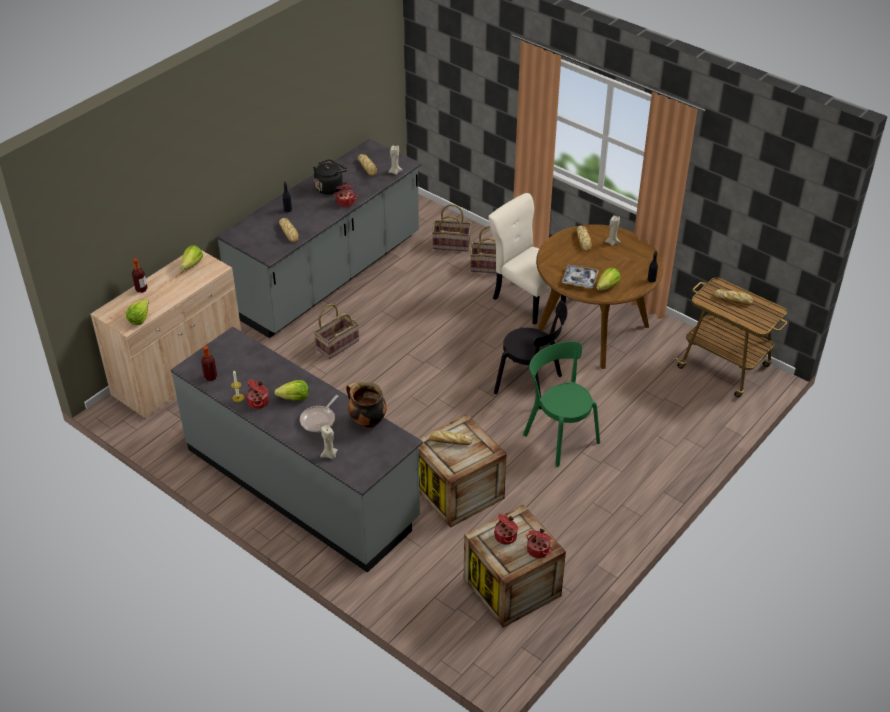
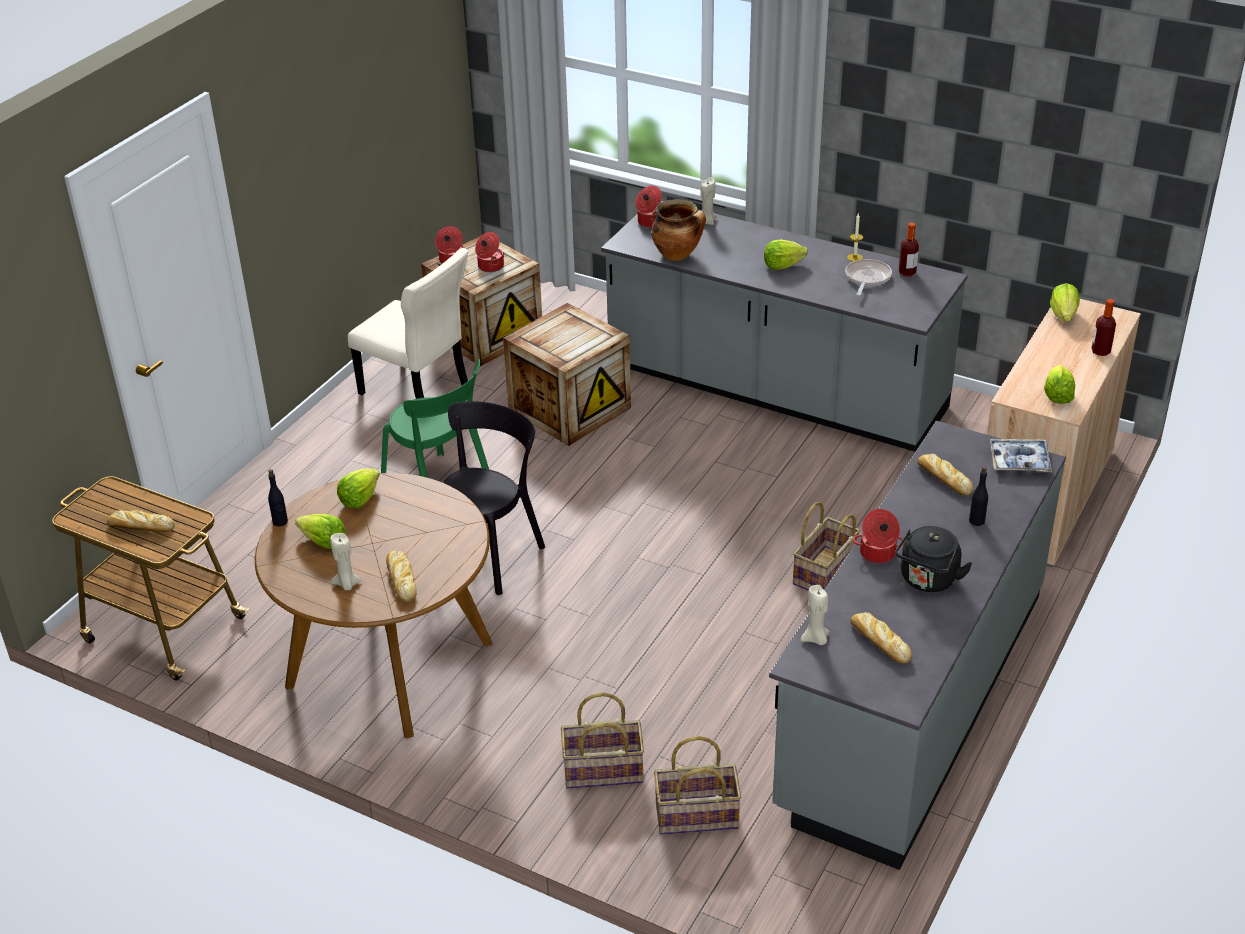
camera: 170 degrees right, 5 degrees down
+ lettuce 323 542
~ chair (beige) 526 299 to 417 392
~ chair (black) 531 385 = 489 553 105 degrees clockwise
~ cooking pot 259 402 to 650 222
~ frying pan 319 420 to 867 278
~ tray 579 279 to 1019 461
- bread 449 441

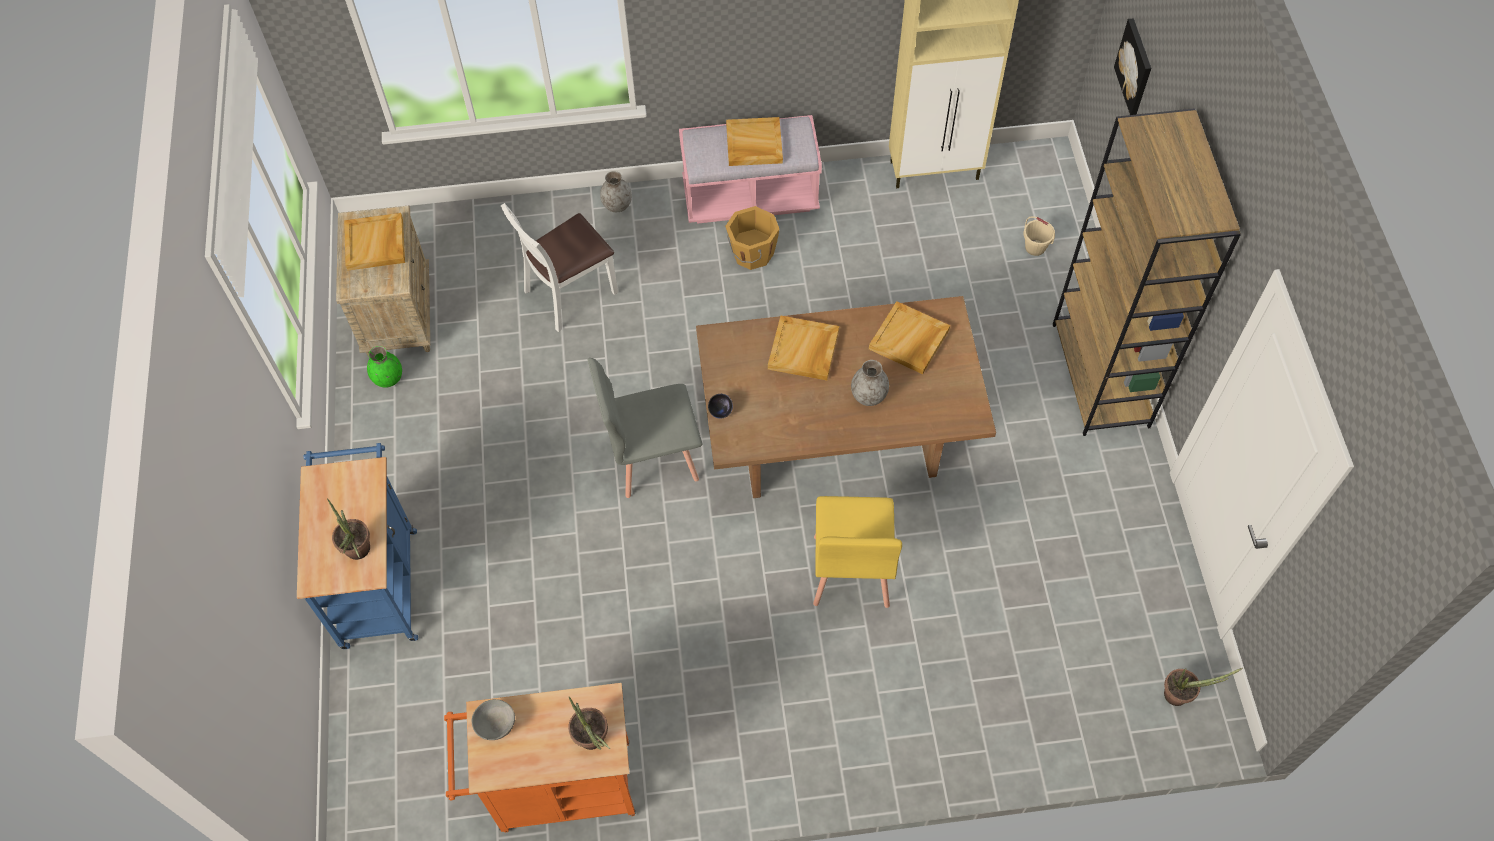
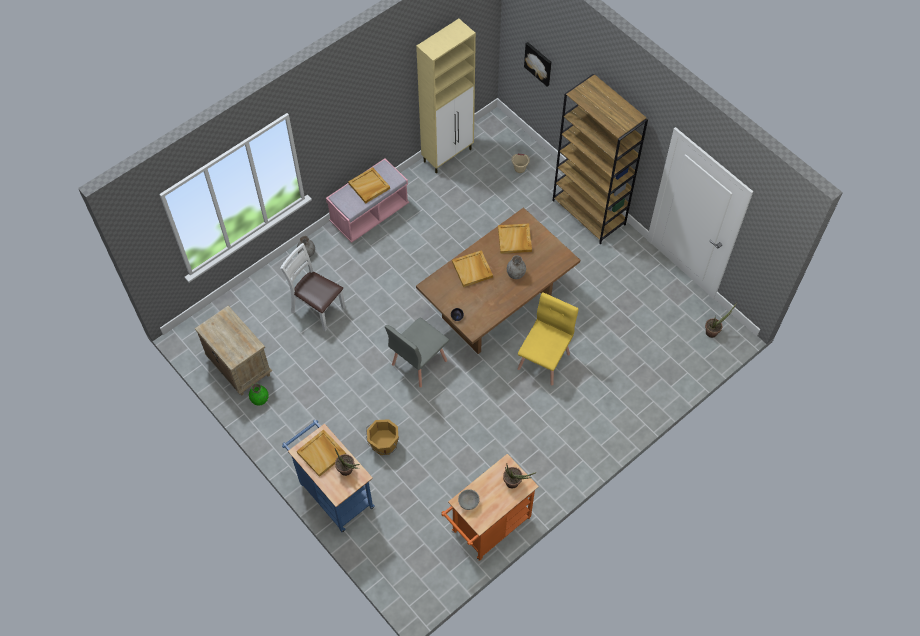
camera: 35 degrees left, 0 degrees up
~ chair (white) 570 293 = 318 308 105 degrees clockwise
~ tray (beige) 376 244 to 322 453
~ bucket (orange) 752 253 to 383 444
~ chair (yellow) 850 571 = 544 361 120 degrees counterclockwise

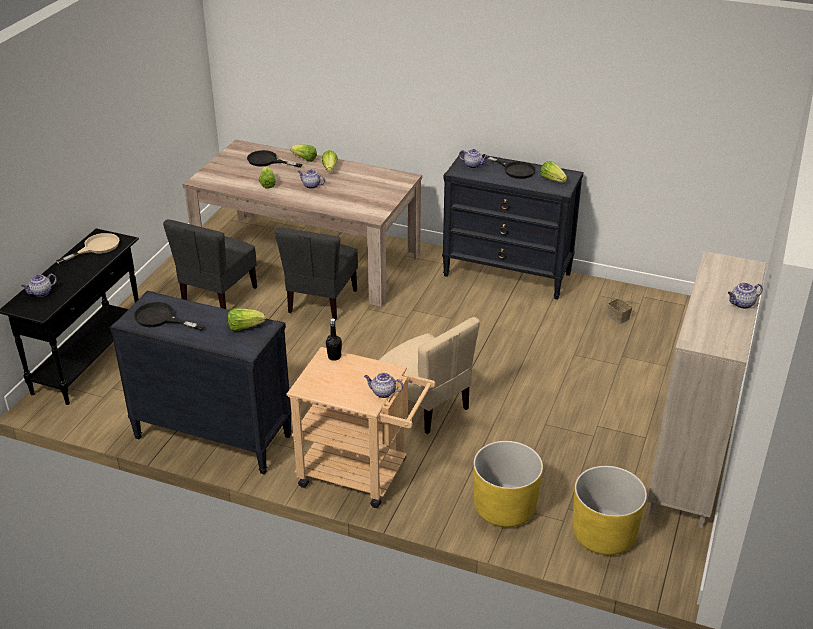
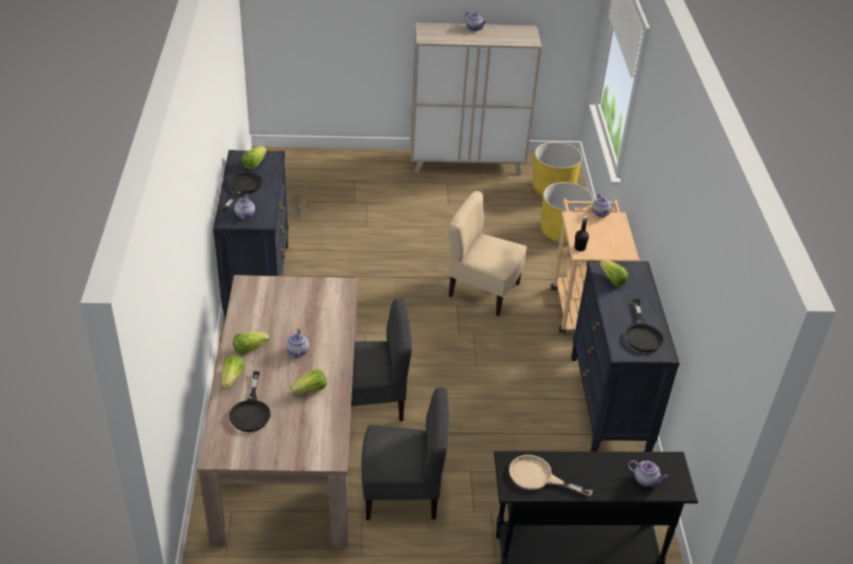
camera: 115 degrees left, 5 degrees up
~ chair (beige) 426 406 = 483 291 90 degrees counterclockwise

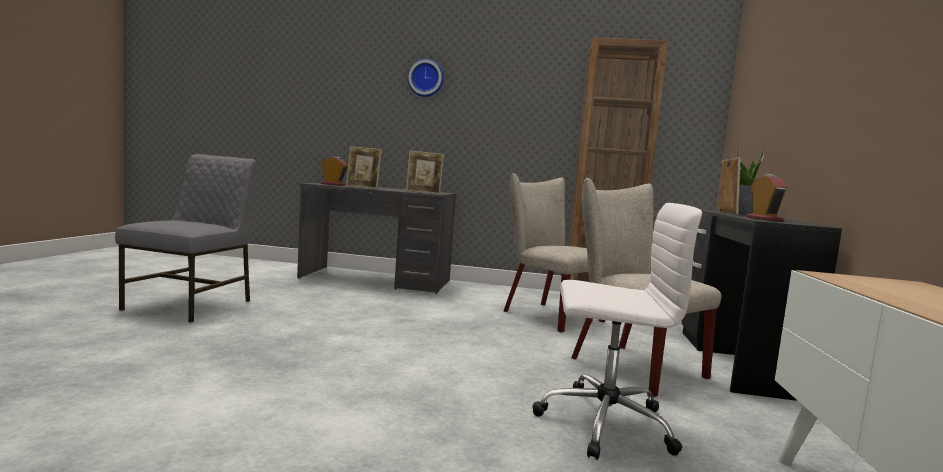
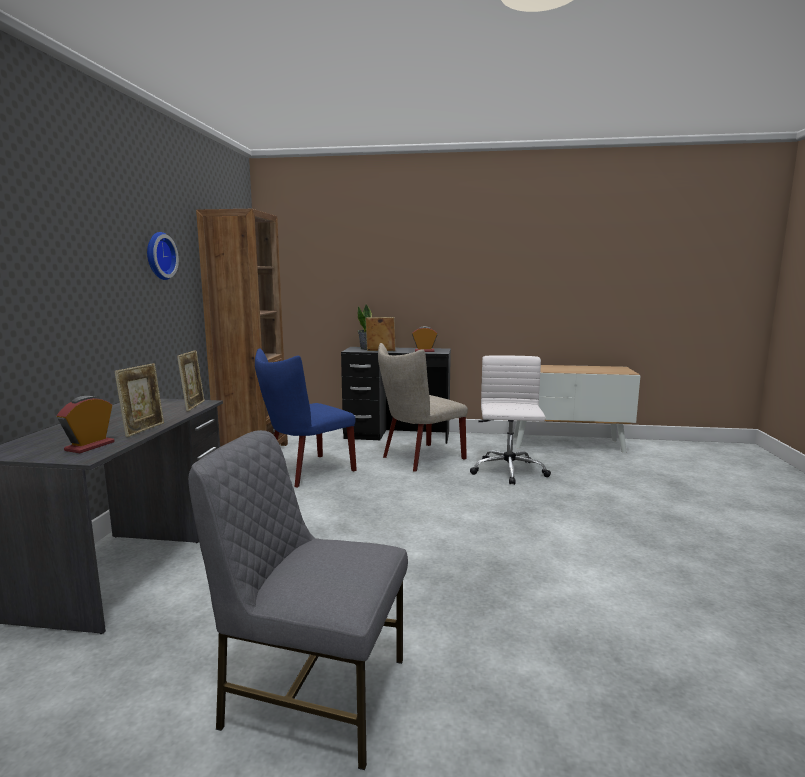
camera: 90 degrees left, 5 degrees up
~ wall clock 426 78 to 158 256
~ chair (beige) 546 315 to chair (blue) 305 472

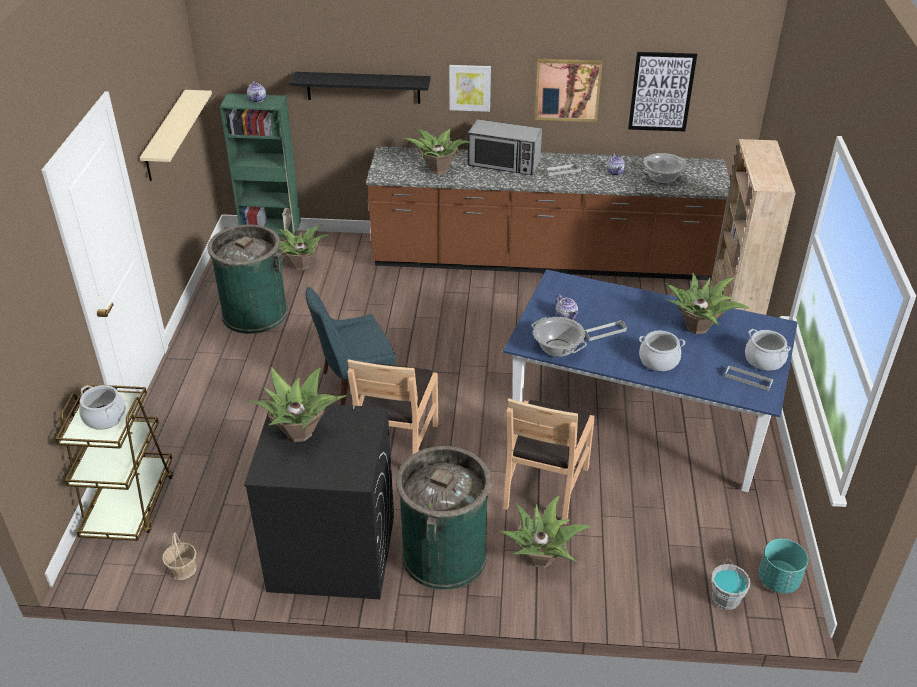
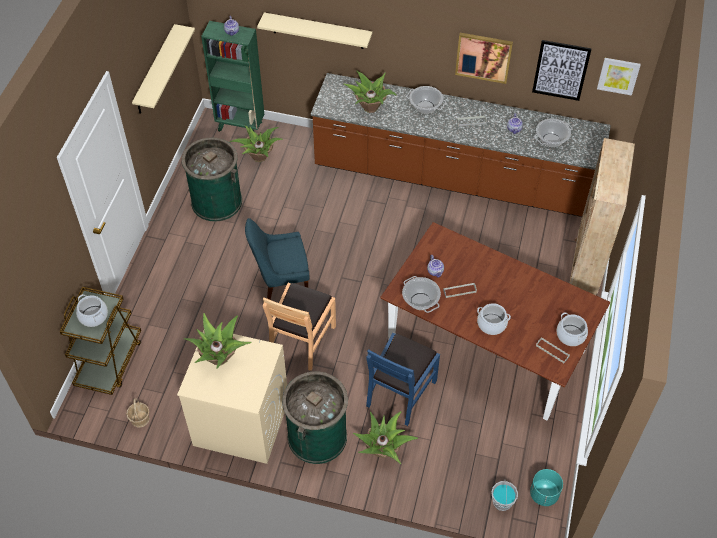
camera: 10 degrees right, 15 degrees up
~ washing machine (black) 331 552 to washing machine (beige) 240 422
~ shelf (black) 363 87 to shelf (beige) 318 31
~ chair (brown) 544 486 to chair (blue) 400 392
~ dining table (blue) 640 420 to dining table (brown) 487 345
~ microwave 504 164 to cooking pot 425 107
~ picture 470 87 to 618 75
- potted plant 698 327

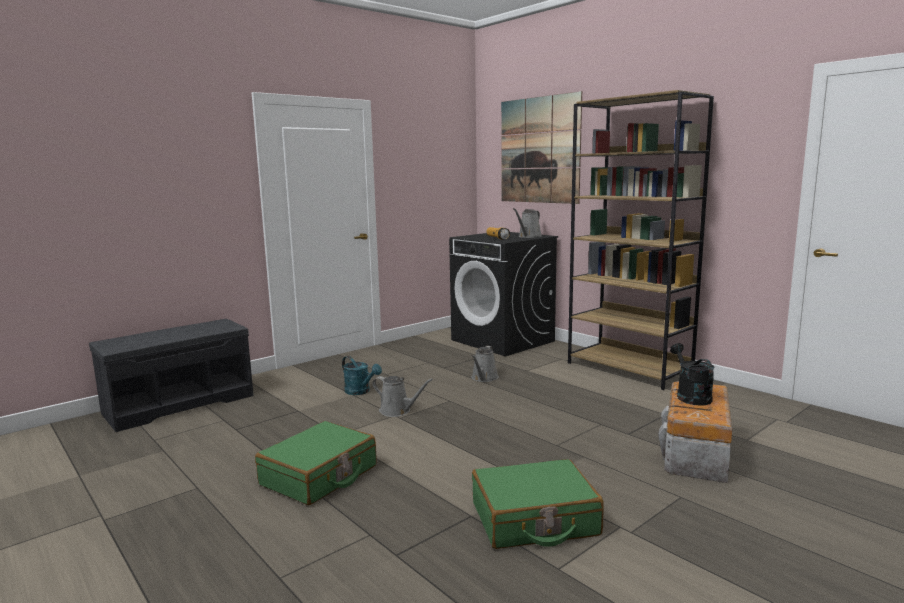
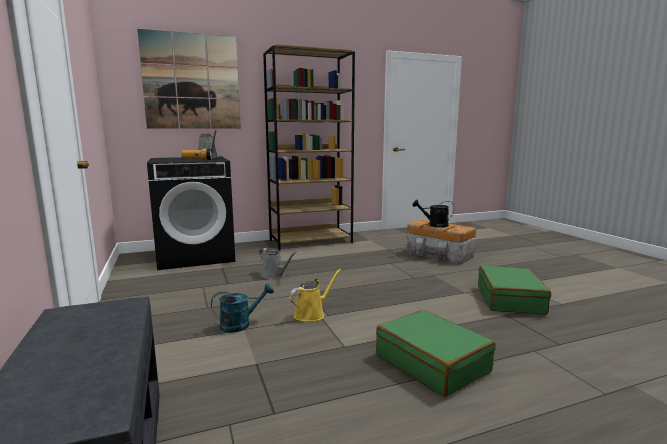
camera: 70 degrees left, 0 degrees up
~ watering can (grey) 397 411 to watering can (yellow) 311 314

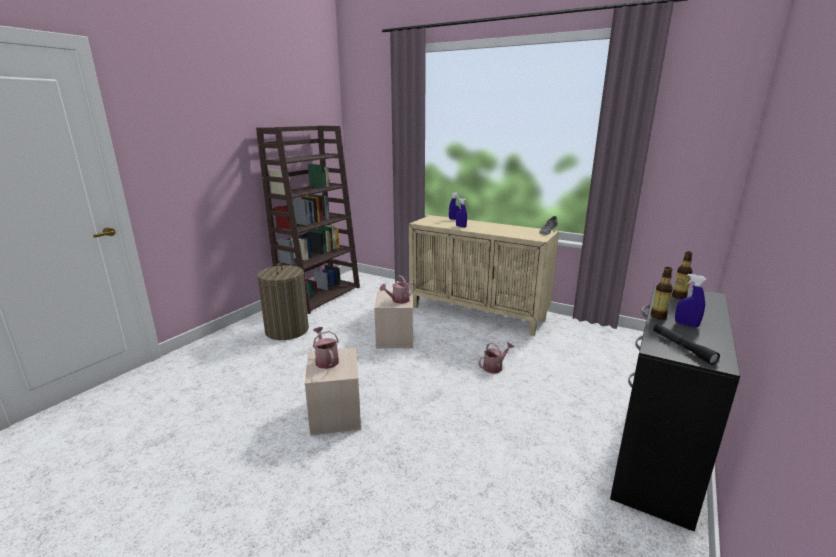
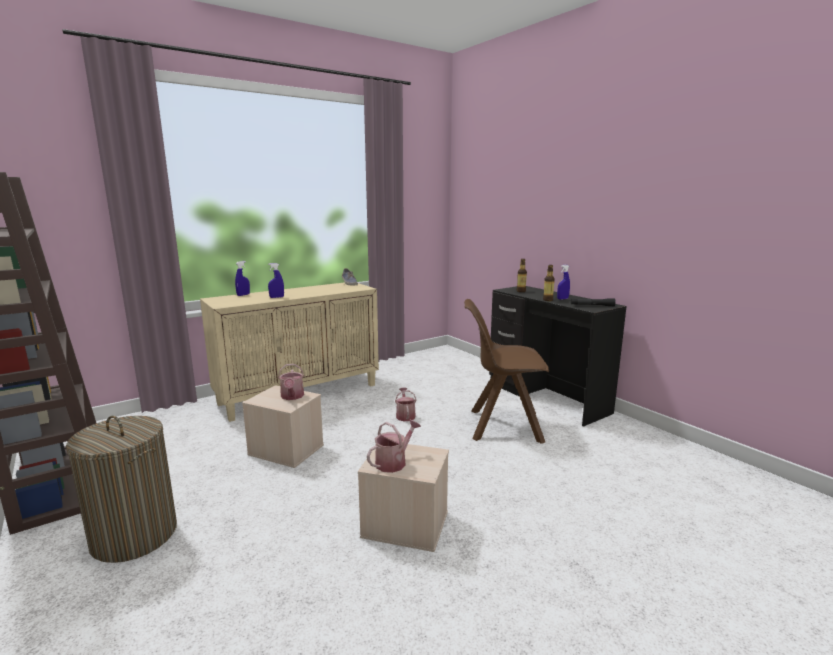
camera: 65 degrees left, 5 degrees down
~ watering can 326 360 = 394 462 135 degrees clockwise
+ chair (brown) 502 426

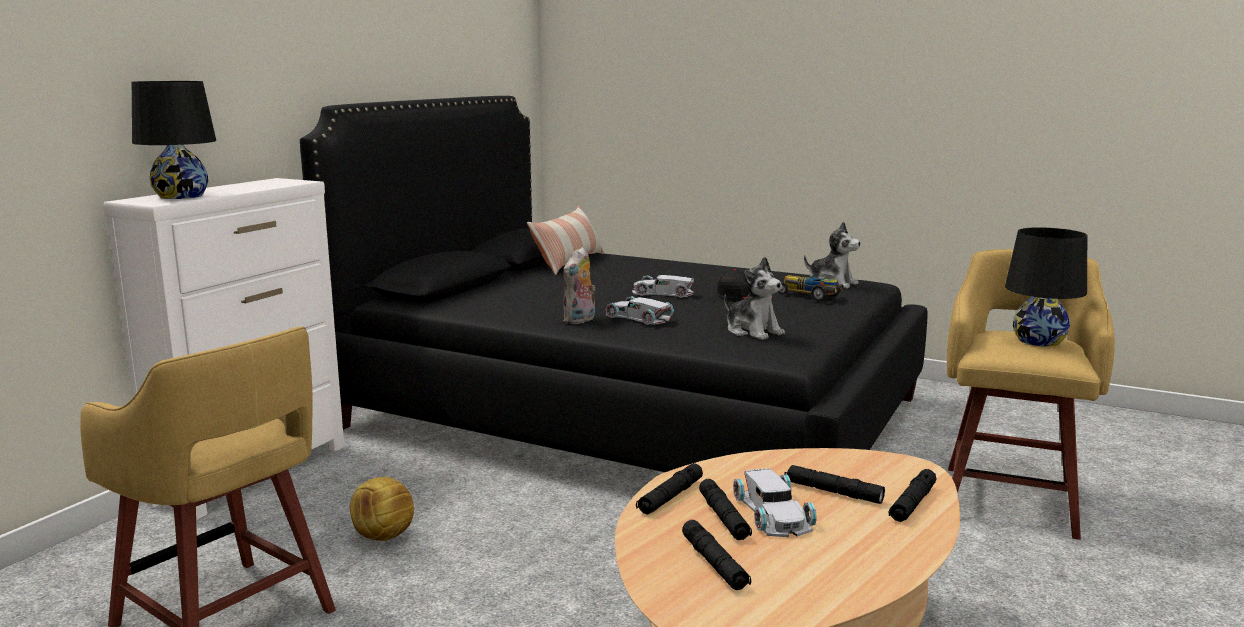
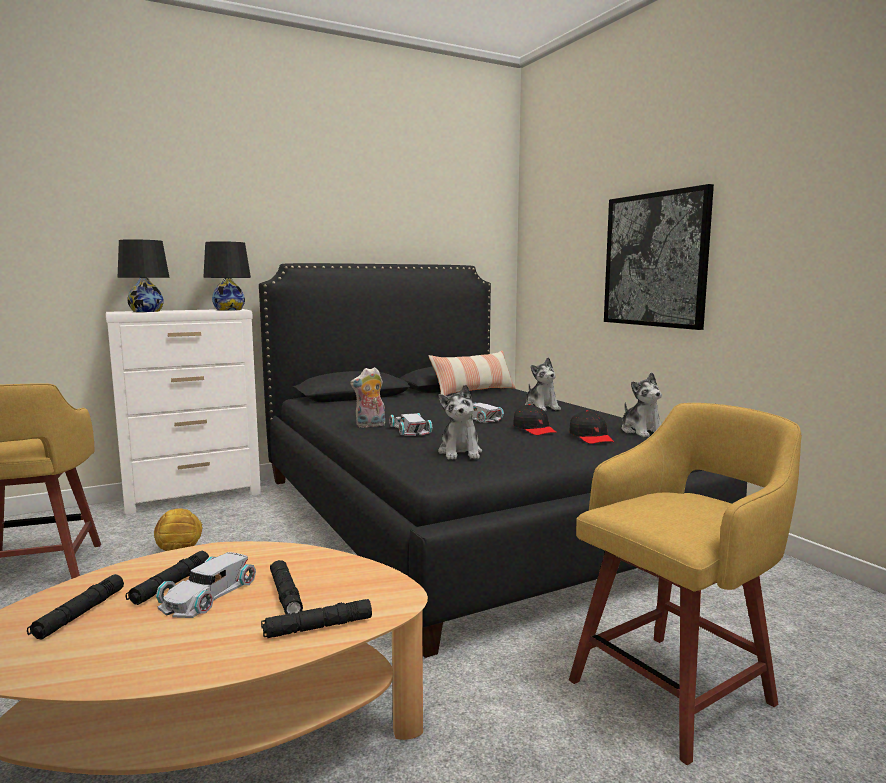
camera: 35 degrees right, 5 degrees down
~ table lamp (black) 1038 341 to 229 309
+ plush toy 541 407
~ toy car 811 296 to cap (black) 591 437
+ picture 655 260
- flashlight (black) 670 497

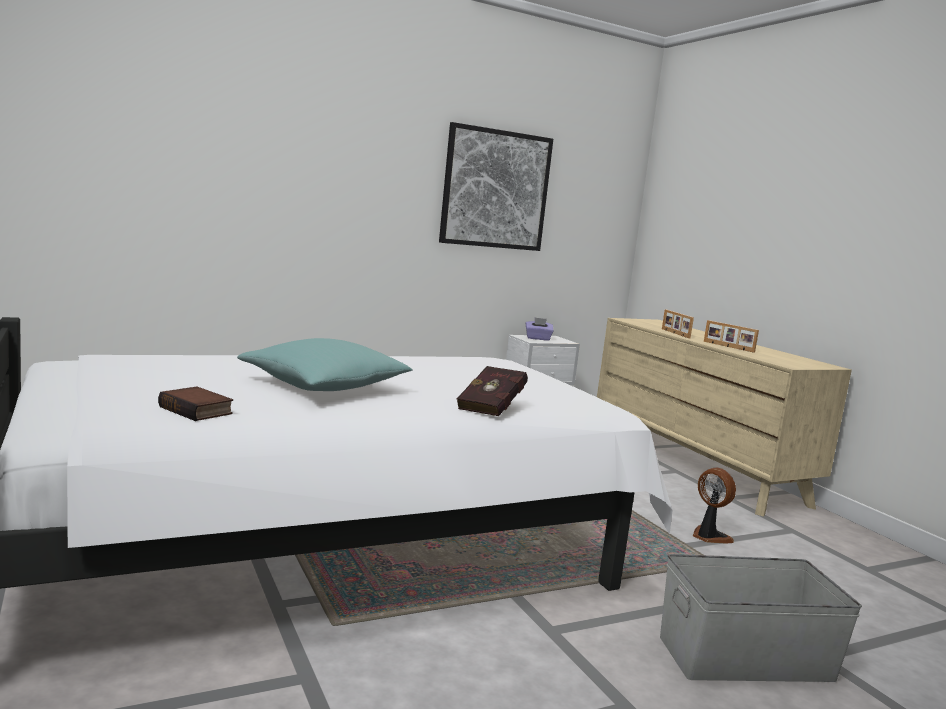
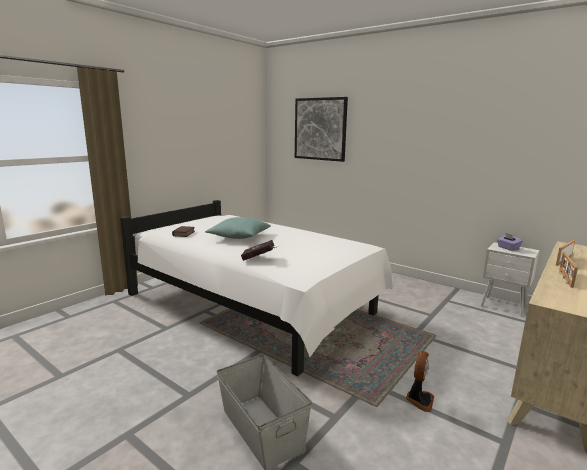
camera: 65 degrees right, 5 degrees up
~ picture 495 189 to 320 129

